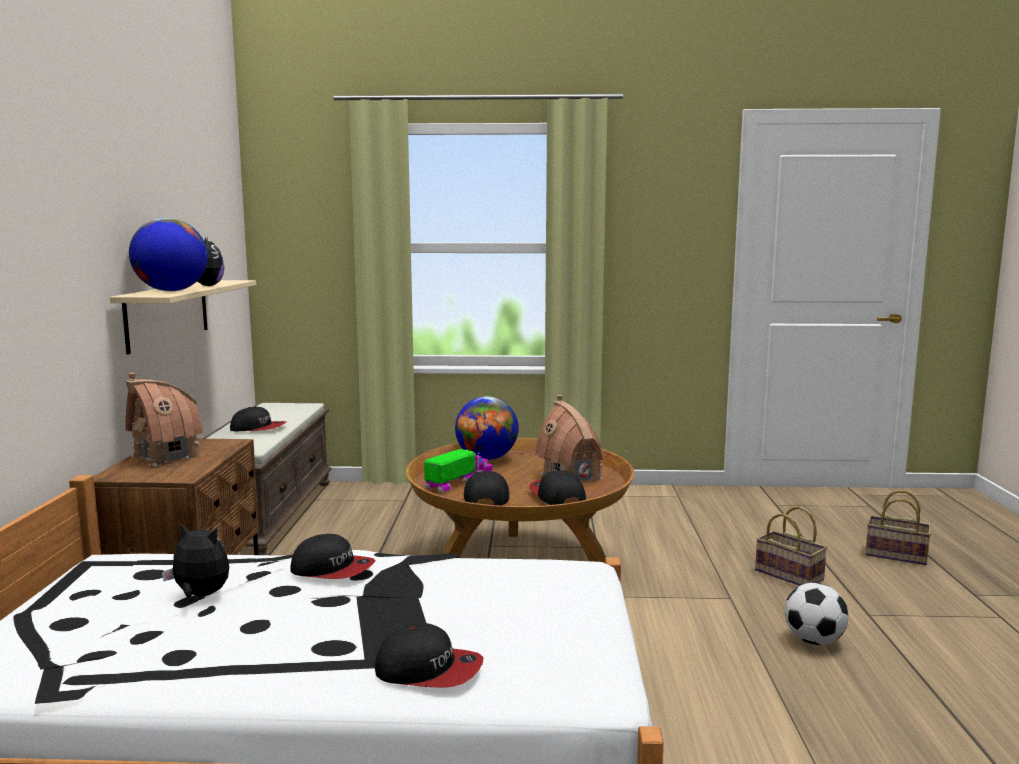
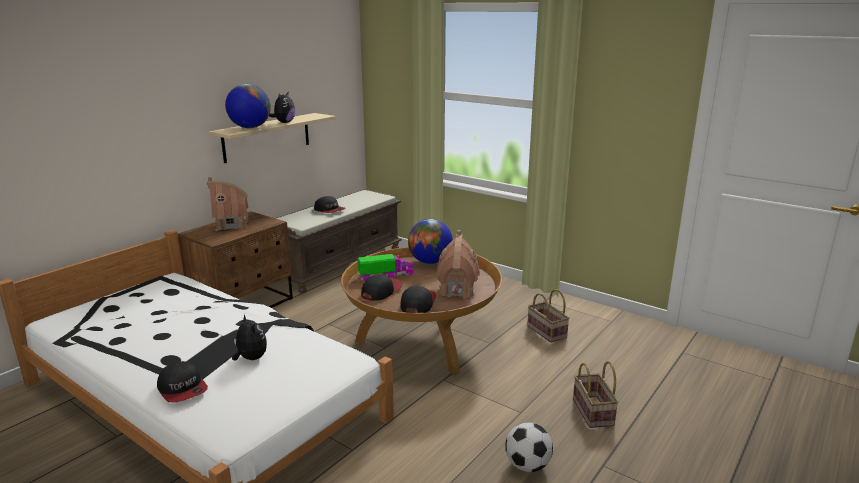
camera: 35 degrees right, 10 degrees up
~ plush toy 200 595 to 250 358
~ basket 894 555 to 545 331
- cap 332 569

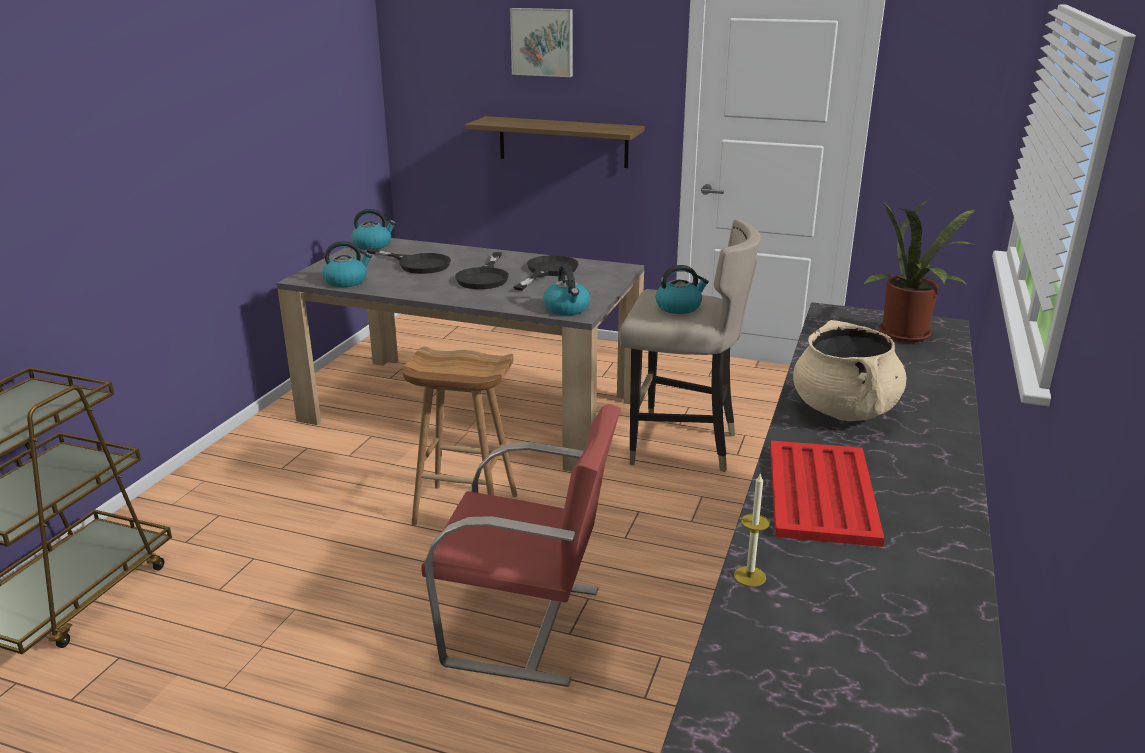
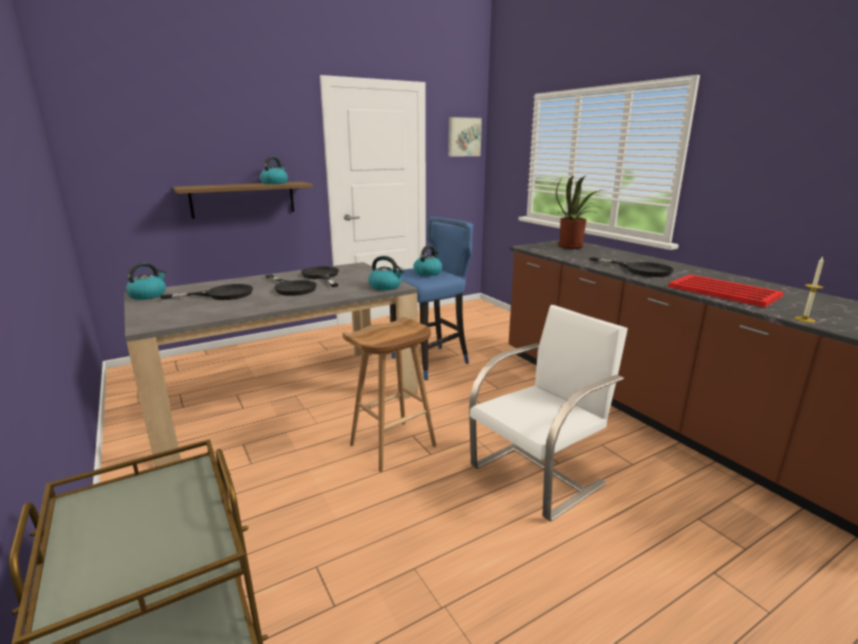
camera: 50 degrees left, 5 degrees down
~ kettle 346 281 to 275 183
~ stool (beige) 680 446 to stool (blue) 430 362
~ picture 543 42 to 463 137
~ chair (red) 527 627 to chair (white) 539 474
~ cooking pot (beige) 844 411 to frying pan (black) 640 270

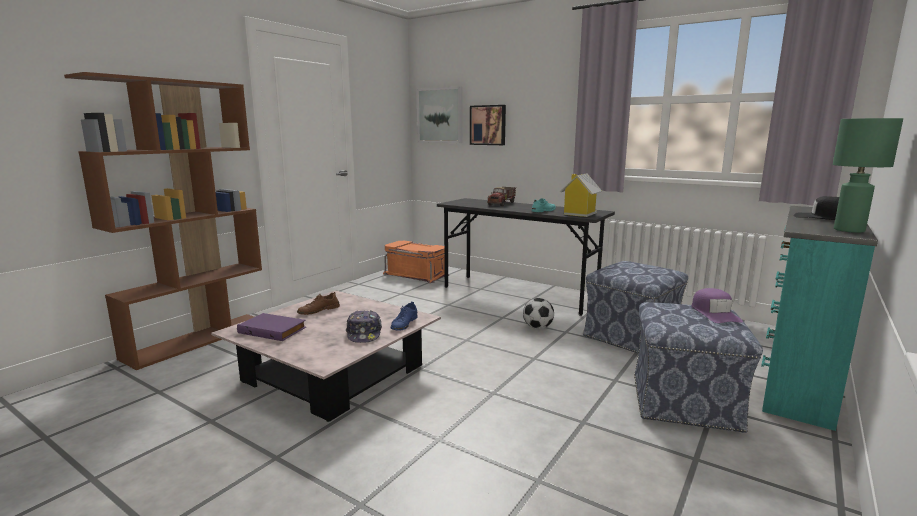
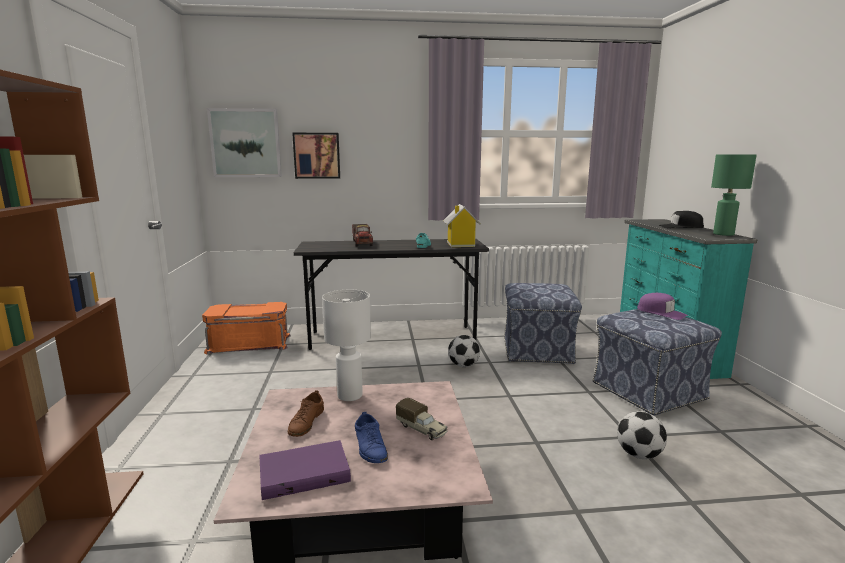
camera: 40 degrees left, 0 degrees up
+ table lamp (white) 350 396
~ shoe (blue) 404 324 to 370 447
~ cap 364 333 to toy truck 422 429
+ football 639 455

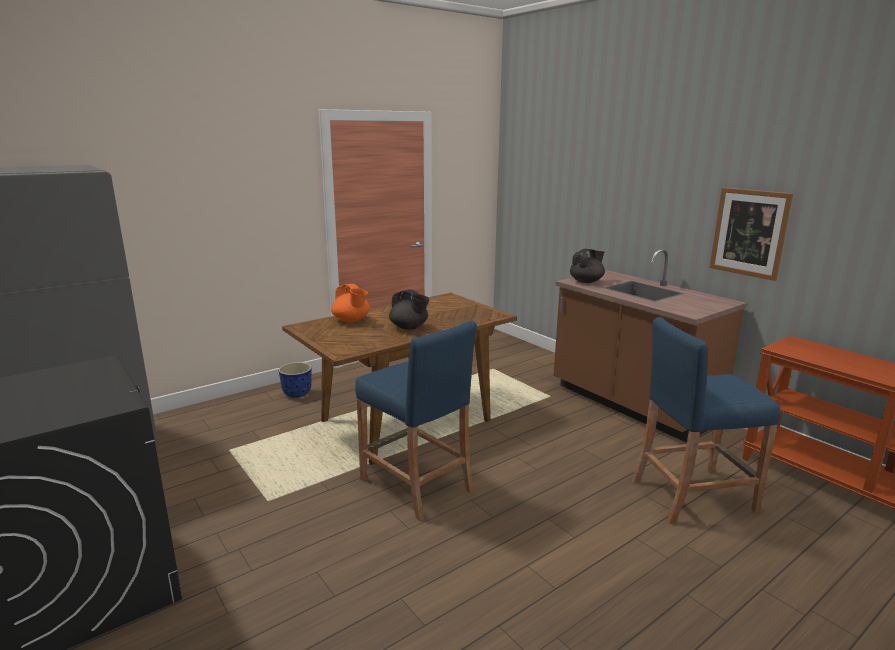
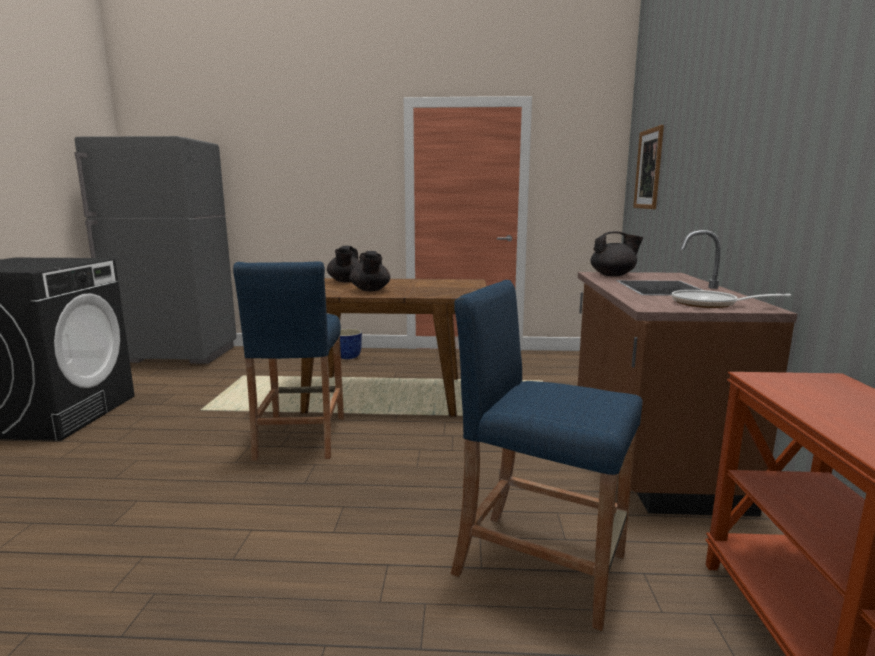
camera: 40 degrees right, 5 degrees down
~ teapot (orange) 351 320 to teapot (black) 345 281
~ picture 749 233 to 648 169
+ frying pan 710 304

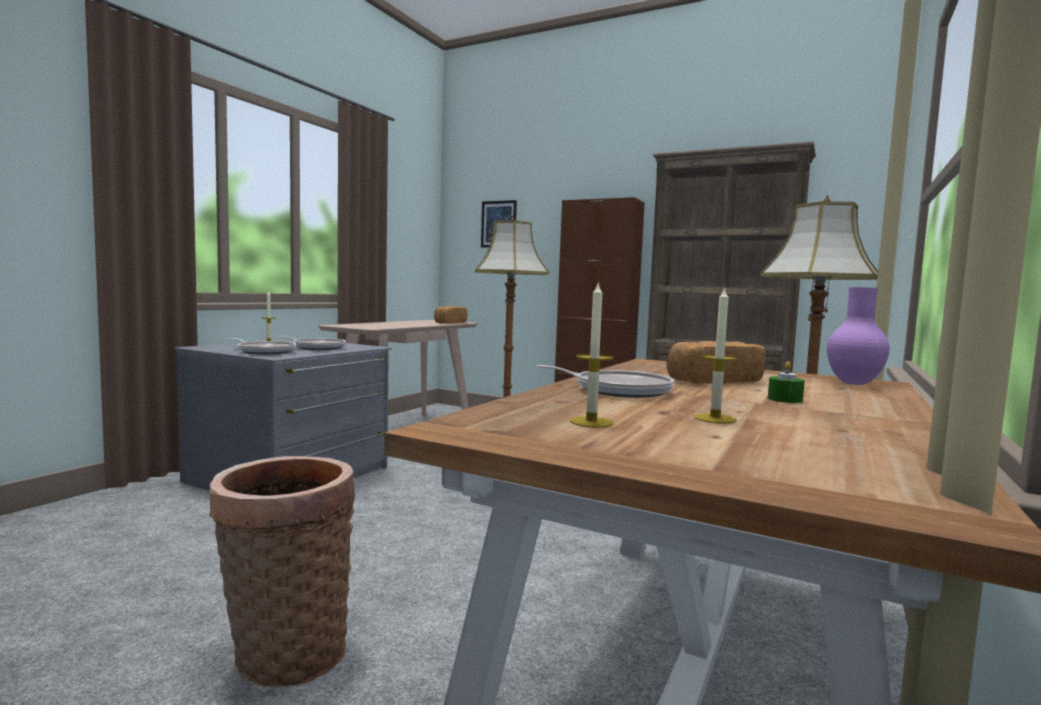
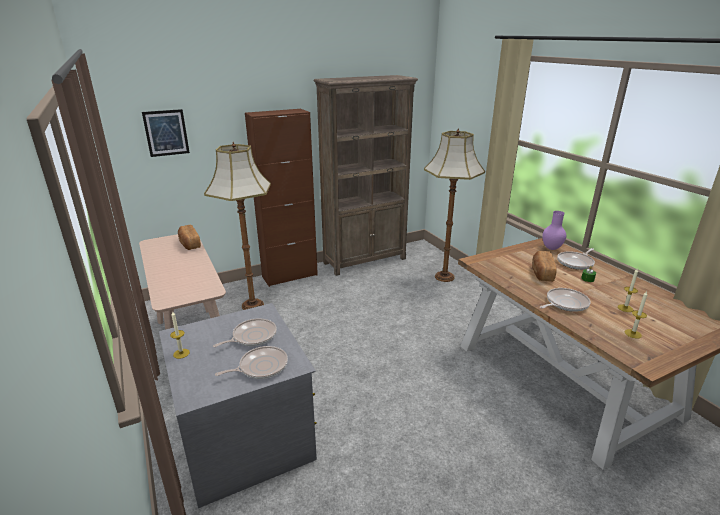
camera: 55 degrees left, 20 degrees up
+ frying pan 576 263
- basket 285 652

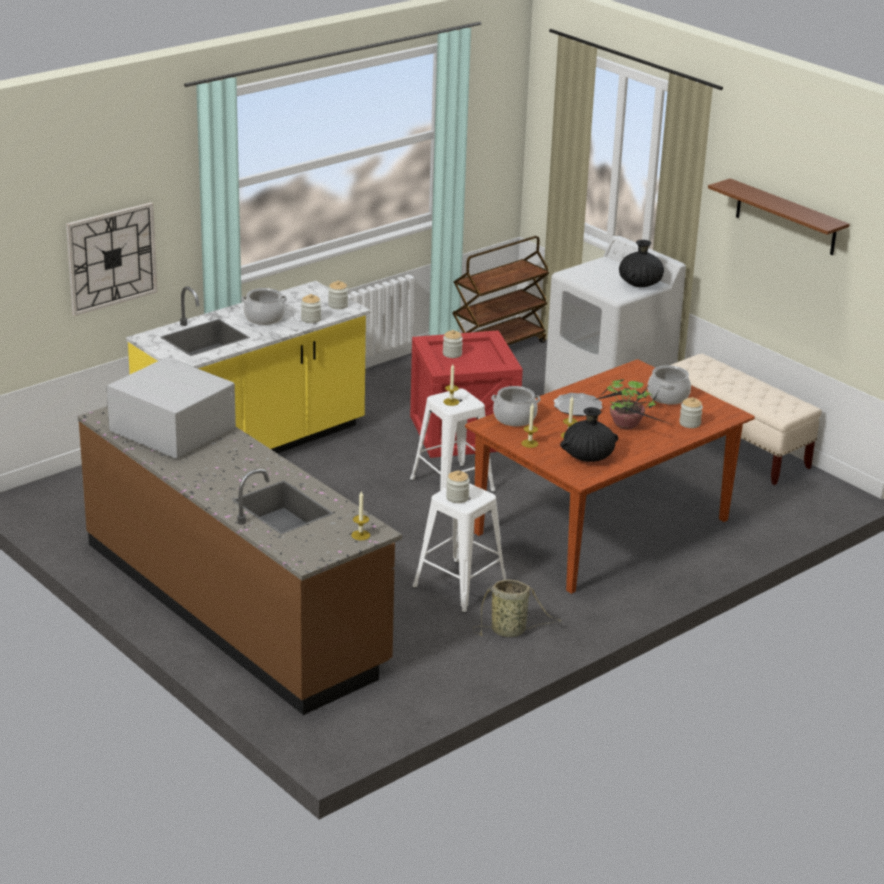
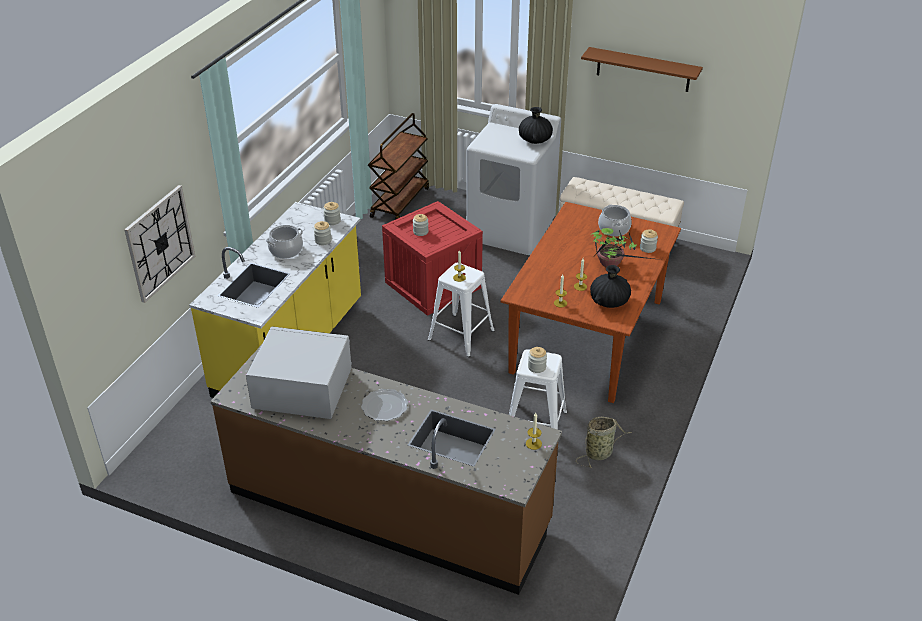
camera: 25 degrees left, 10 degrees up
~ plate 577 407 to 384 407
- cooking pot 514 418

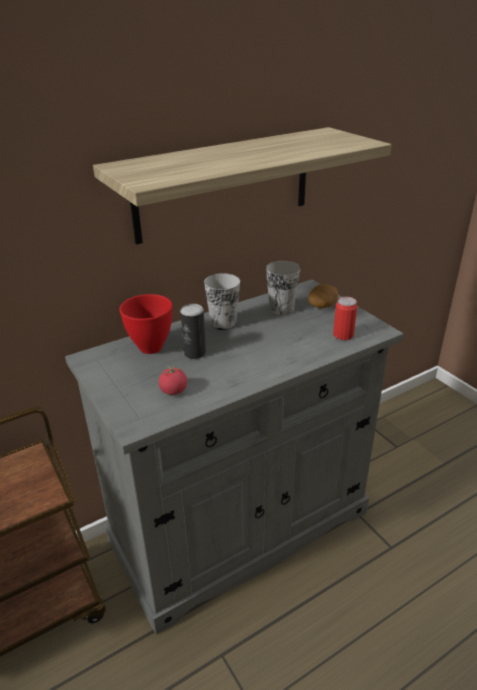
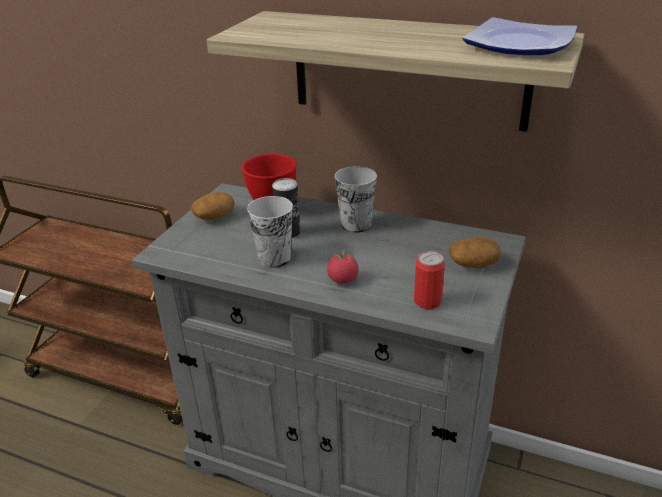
camera: 55 degrees right, 0 degrees up
+ potato 214 217
~ cup 281 309 to 274 258
~ tomato 173 391 to 343 279
+ plate 516 45

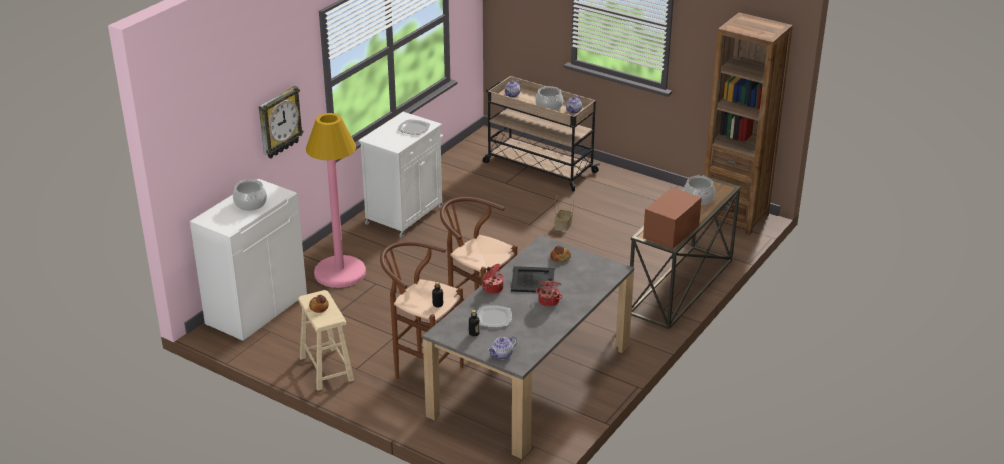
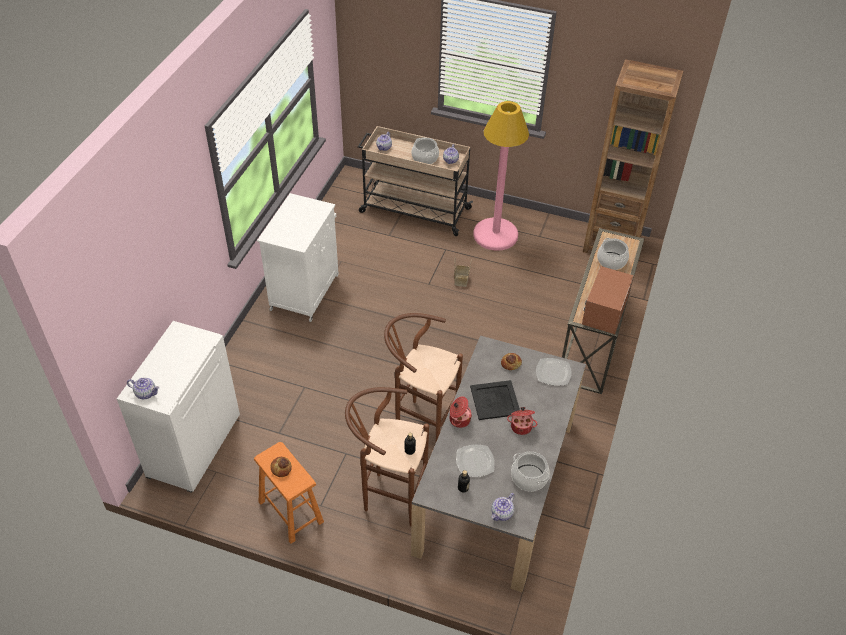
camera: 15 degrees left, 15 degrees up
+ teapot 146 393
~ stool (beige) 326 369 to stool (orange) 290 512
~ floor lamp (pink) 340 273 to 495 235
~ cooking pot 251 204 to 529 477
~ plate 413 128 to 553 372
- wall clock 279 122

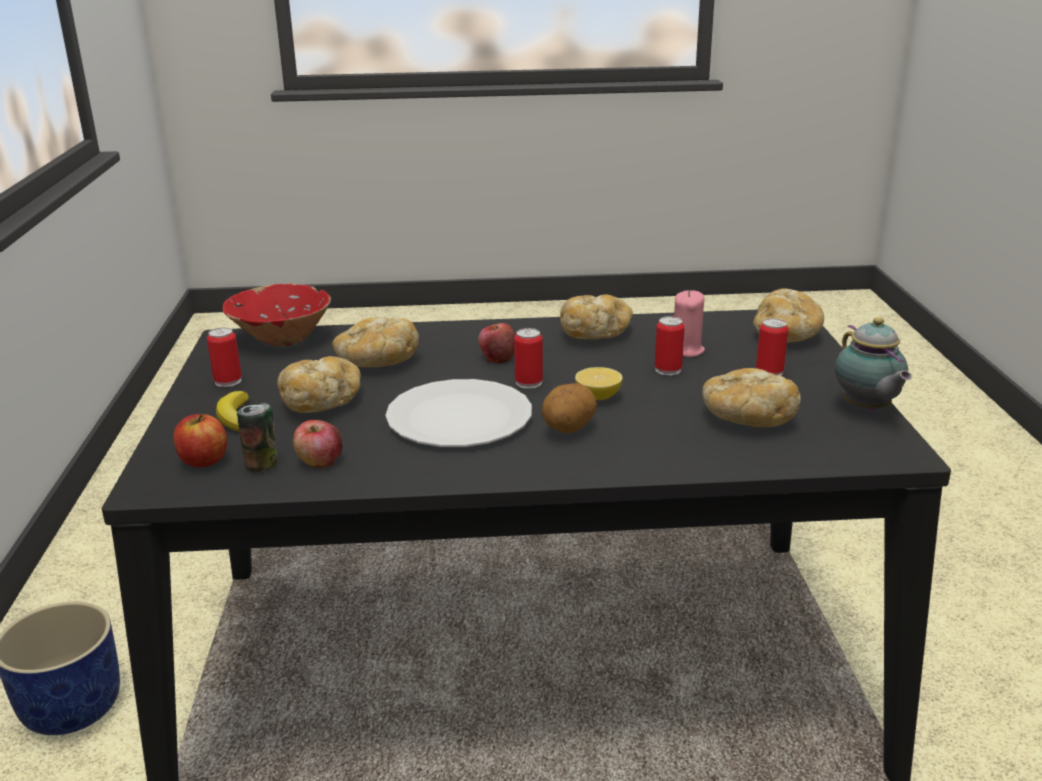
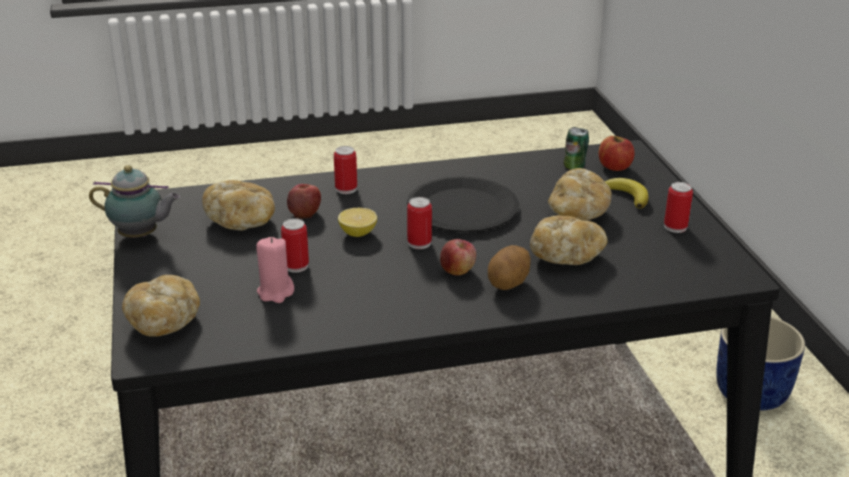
camera: 170 degrees right, 5 degrees up
~ teapot 866 409 = 141 236 120 degrees clockwise
~ apple 319 461 to 305 212
~ can 769 372 to 346 189
~ plate (white) 459 417 to plate (black) 462 208
~ potato 568 429 to 509 284
- bowl (red) 282 339
- bread 594 334

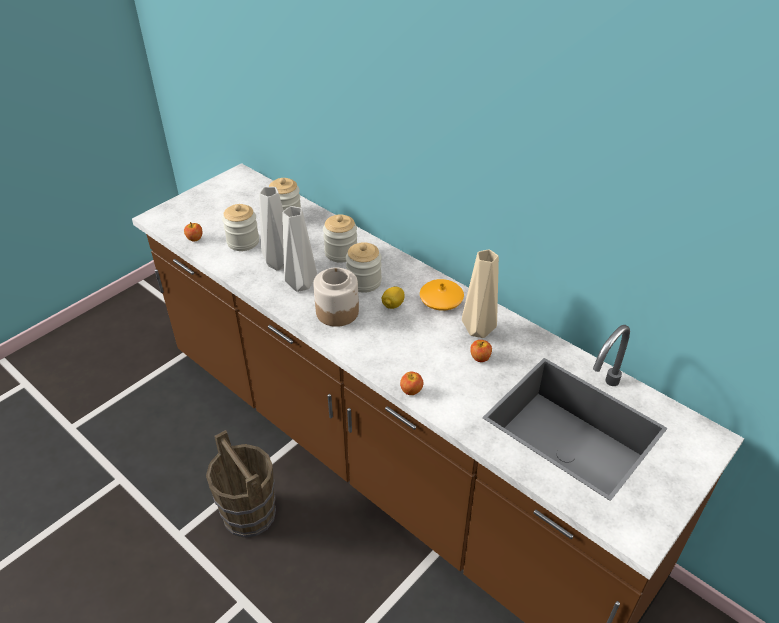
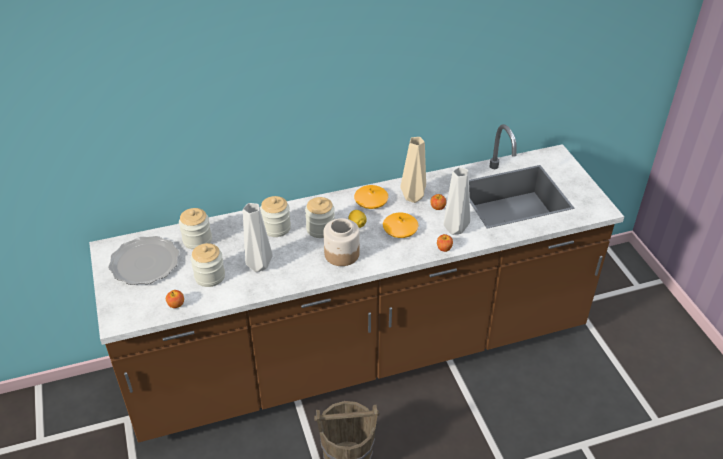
camera: 60 degrees left, 0 degrees up
+ plate 144 262
+ vase (orange) 400 229
~ vase (grey) 301 284 to 454 228

